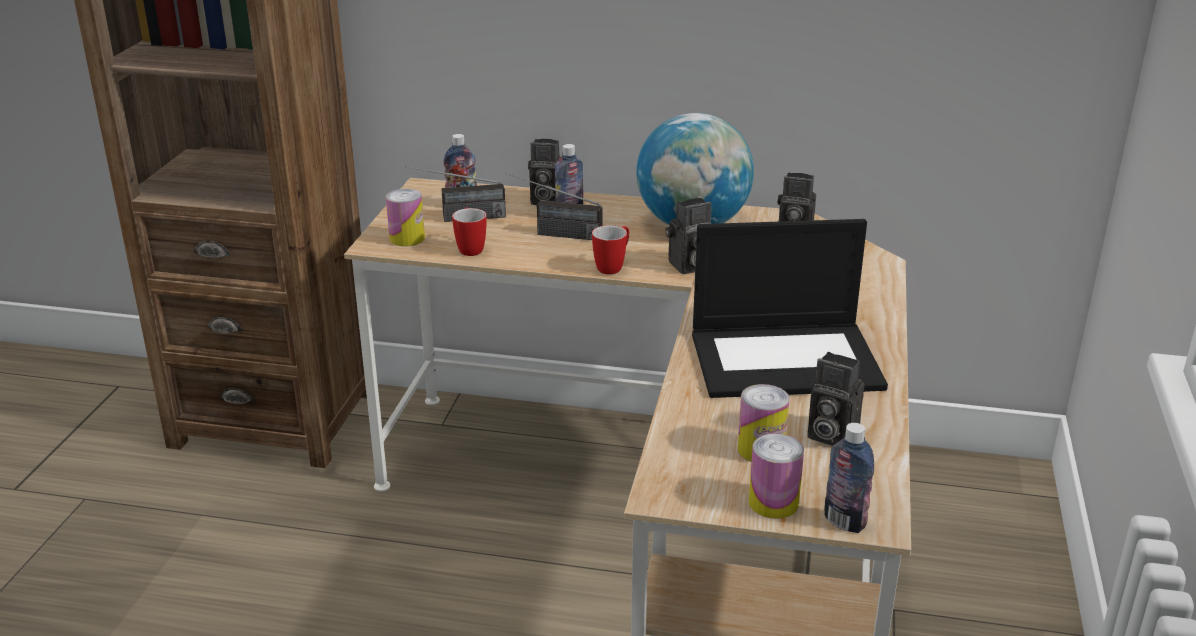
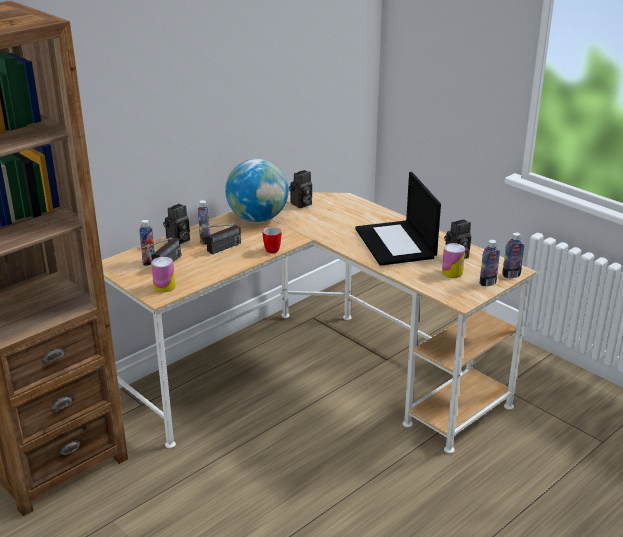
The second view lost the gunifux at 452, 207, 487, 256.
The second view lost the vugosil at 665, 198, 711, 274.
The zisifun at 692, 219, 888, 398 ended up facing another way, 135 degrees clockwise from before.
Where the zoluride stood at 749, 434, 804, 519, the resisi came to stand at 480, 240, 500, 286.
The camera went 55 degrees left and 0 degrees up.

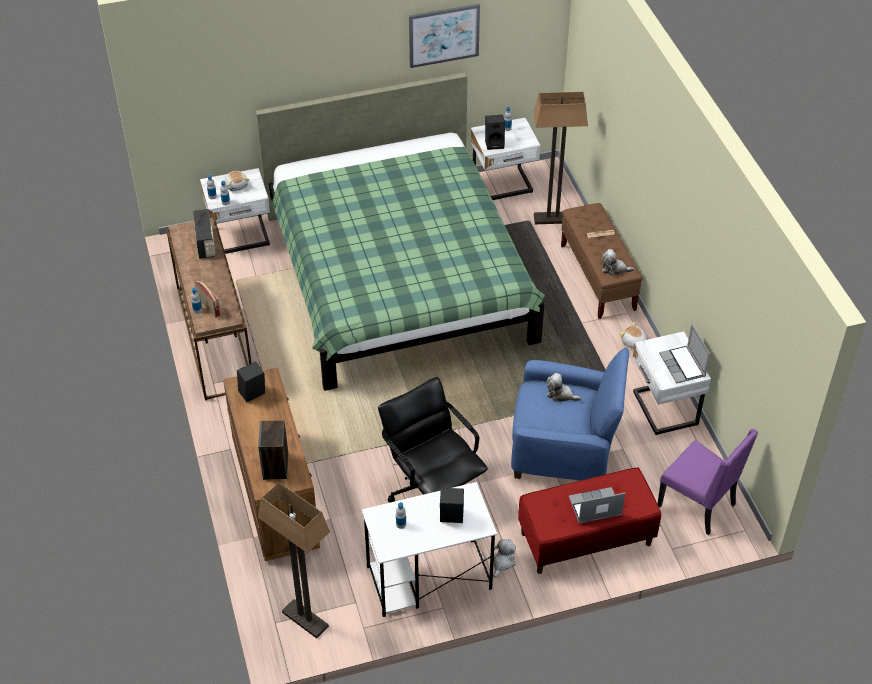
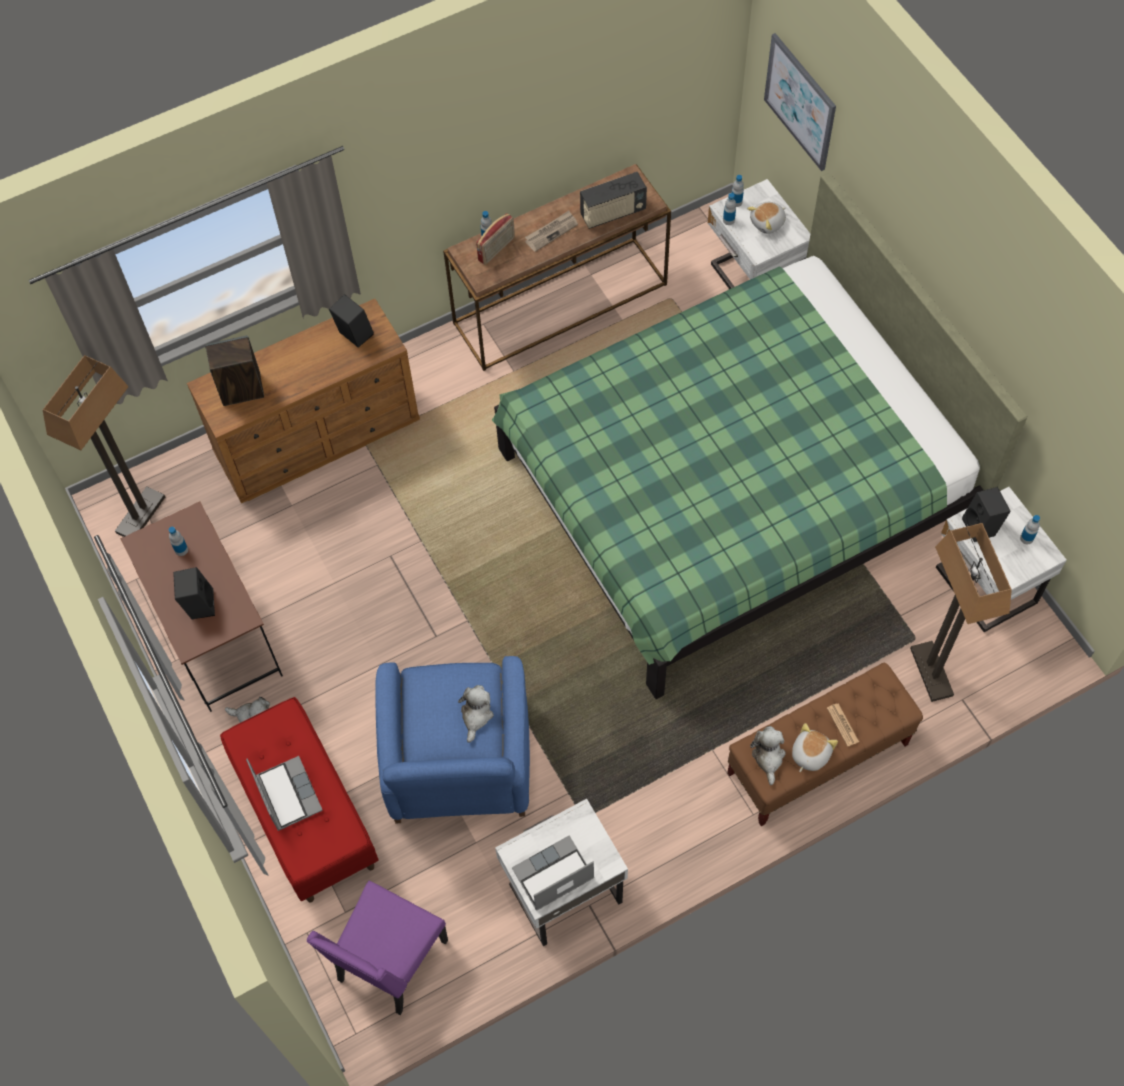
What was the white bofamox at 362, 482, 497, 617 turned into the brown bofamox at 121, 502, 283, 712.
The second view lost the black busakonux at 378, 377, 488, 503.
The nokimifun ended up elsewhere, having gone from 409, 4, 480, 68 to 764, 33, 836, 171.
The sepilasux ended up elsewhere, having gone from 619, 322, 647, 349 to 792, 723, 838, 772.
The second view gained the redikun at 525, 211, 578, 252.
The camera went 80 degrees right and 15 degrees up.

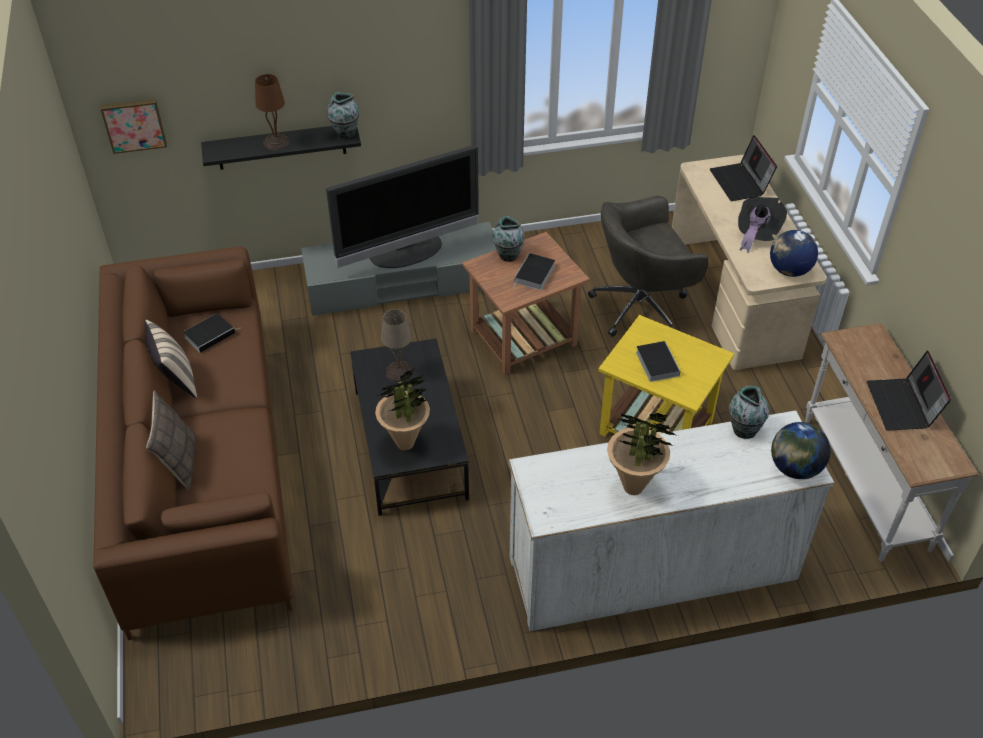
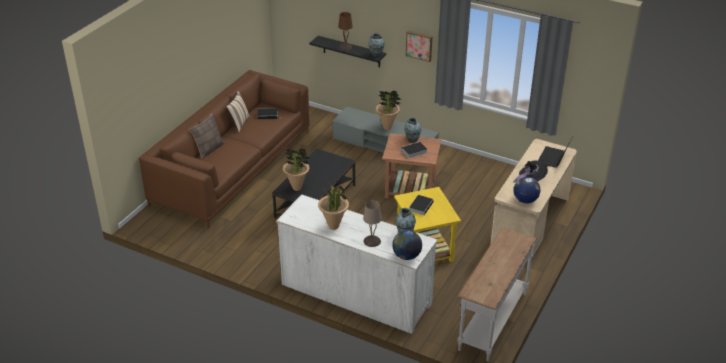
The nokimifun ended up elsewhere, having gone from 100, 99, 167, 154 to 406, 31, 432, 62.
Where the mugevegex stood at 326, 144, 479, 269, the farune came to stand at 376, 91, 402, 130.
The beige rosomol ended up elsewhere, having gone from 381, 309, 413, 382 to 363, 200, 382, 247.
The second view lost the grey busakonux at 588, 196, 708, 337.
The second view lost the zisifun at 867, 350, 951, 431.
The camera went 40 degrees right and 10 degrees down.

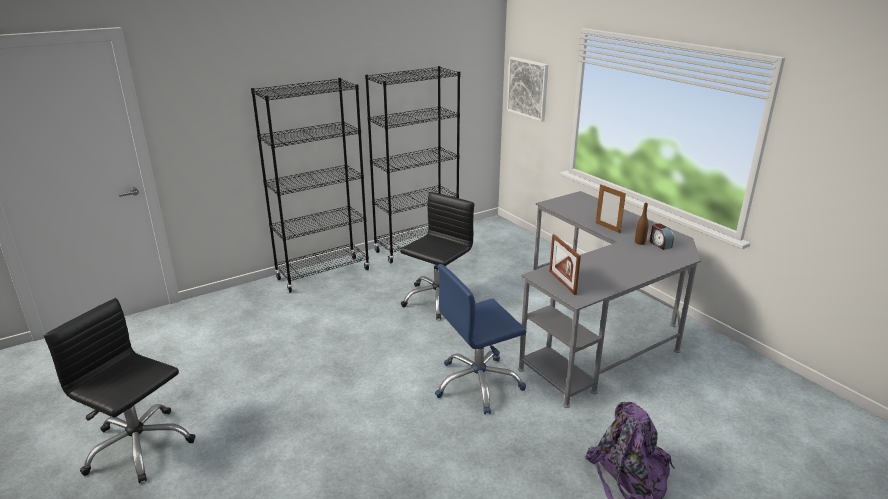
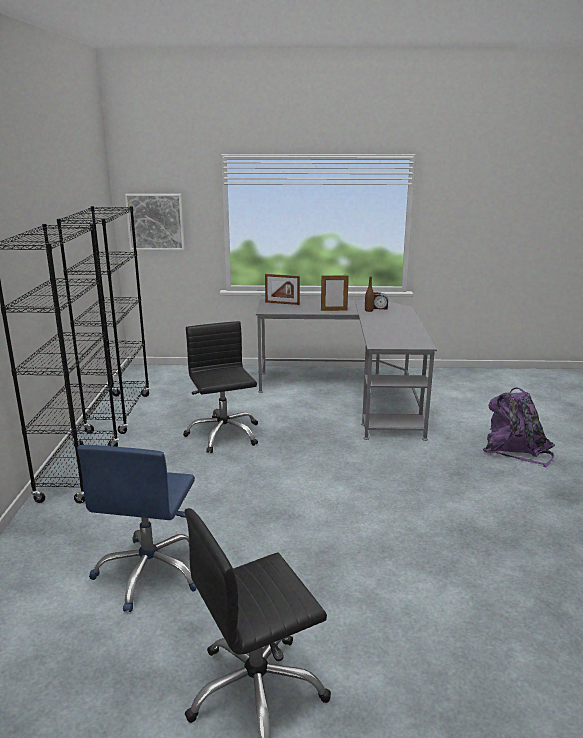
The blue busakonux ended up elsewhere, having gone from 435, 264, 526, 414 to 77, 445, 197, 612.
The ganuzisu ended up elsewhere, having gone from 549, 234, 581, 295 to 265, 274, 300, 305.
The camera went 55 degrees left and 5 degrees down.

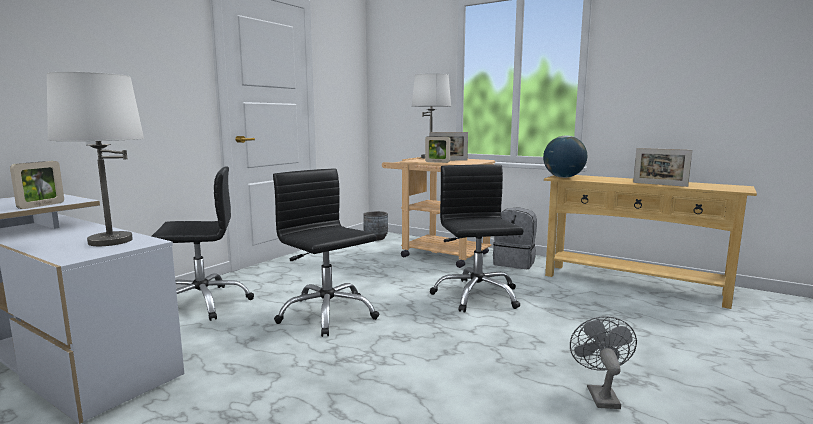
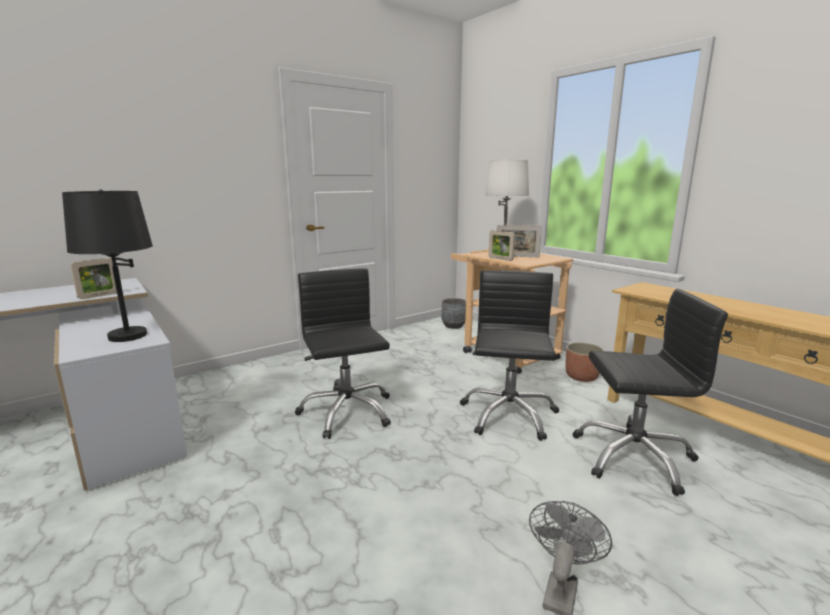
What was the white rosomol at 47, 72, 144, 246 turned into the black rosomol at 62, 189, 153, 342.
The black busakonux ended up elsewhere, having gone from 152, 166, 254, 321 to 572, 289, 728, 496.
Where the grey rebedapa stood at 493, 207, 537, 269, the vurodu came to stand at 566, 343, 604, 382.
The second view lost the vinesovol at 543, 136, 587, 178.
The second view lost the ganuzisu at 633, 148, 692, 187.
The camera went 20 degrees right and 5 degrees up.

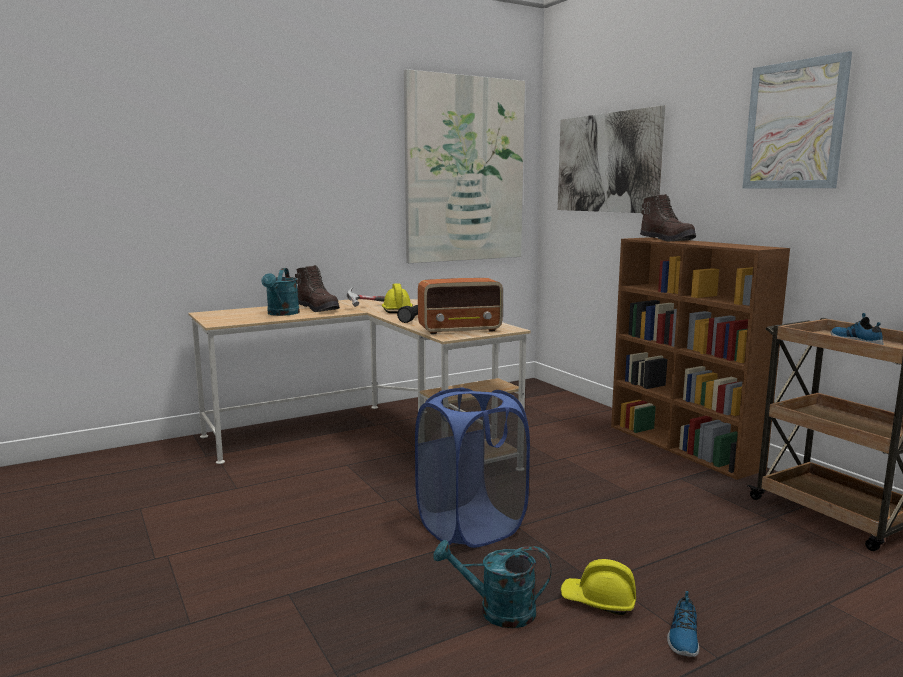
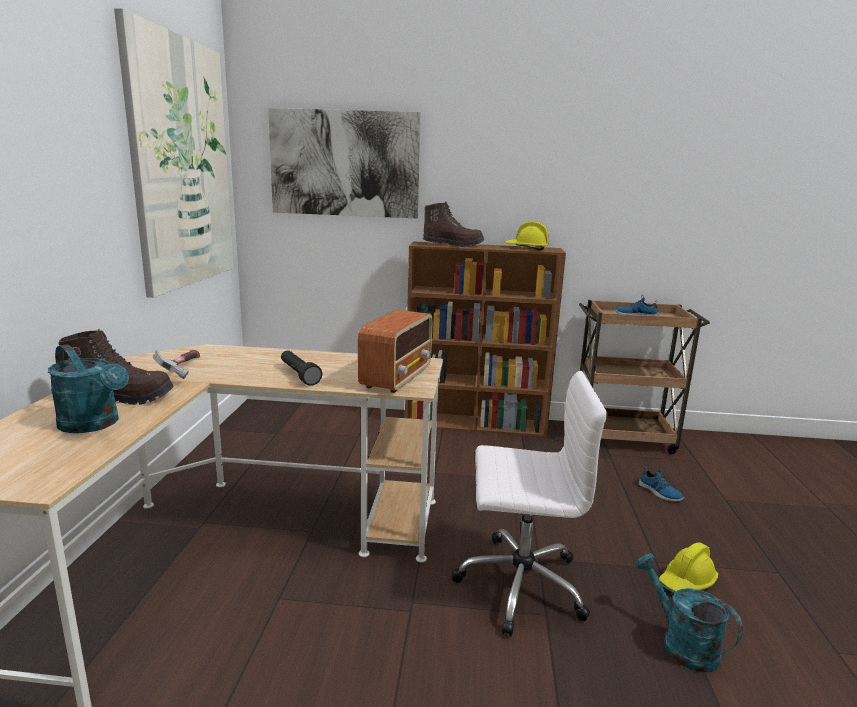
The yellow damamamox ended up elsewhere, having gone from 382, 284, 413, 313 to 504, 221, 549, 251.
Where the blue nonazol stood at 415, 388, 530, 548, the white busakonux came to stand at 452, 371, 607, 637.
The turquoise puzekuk at 433, 540, 551, 628 ended up facing another way, 105 degrees clockwise from before.
The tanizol ended up elsewhere, having gone from 667, 591, 699, 657 to 639, 466, 685, 501.
The second view lost the nokimifun at 742, 51, 852, 189.
The camera went 55 degrees left and 5 degrees up.

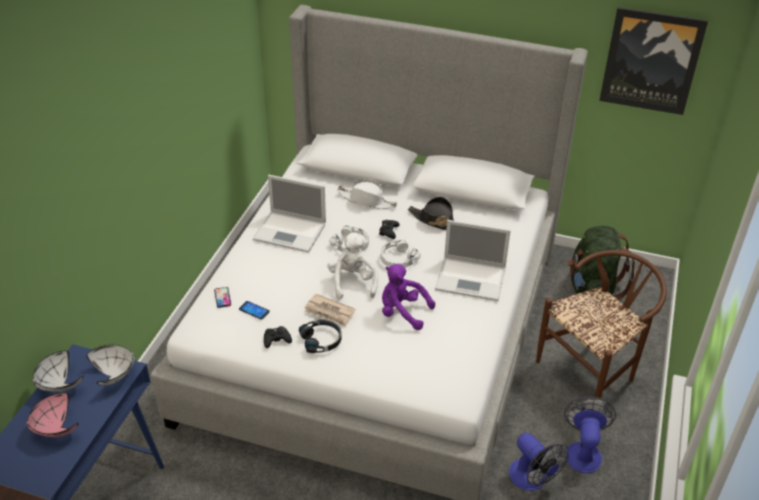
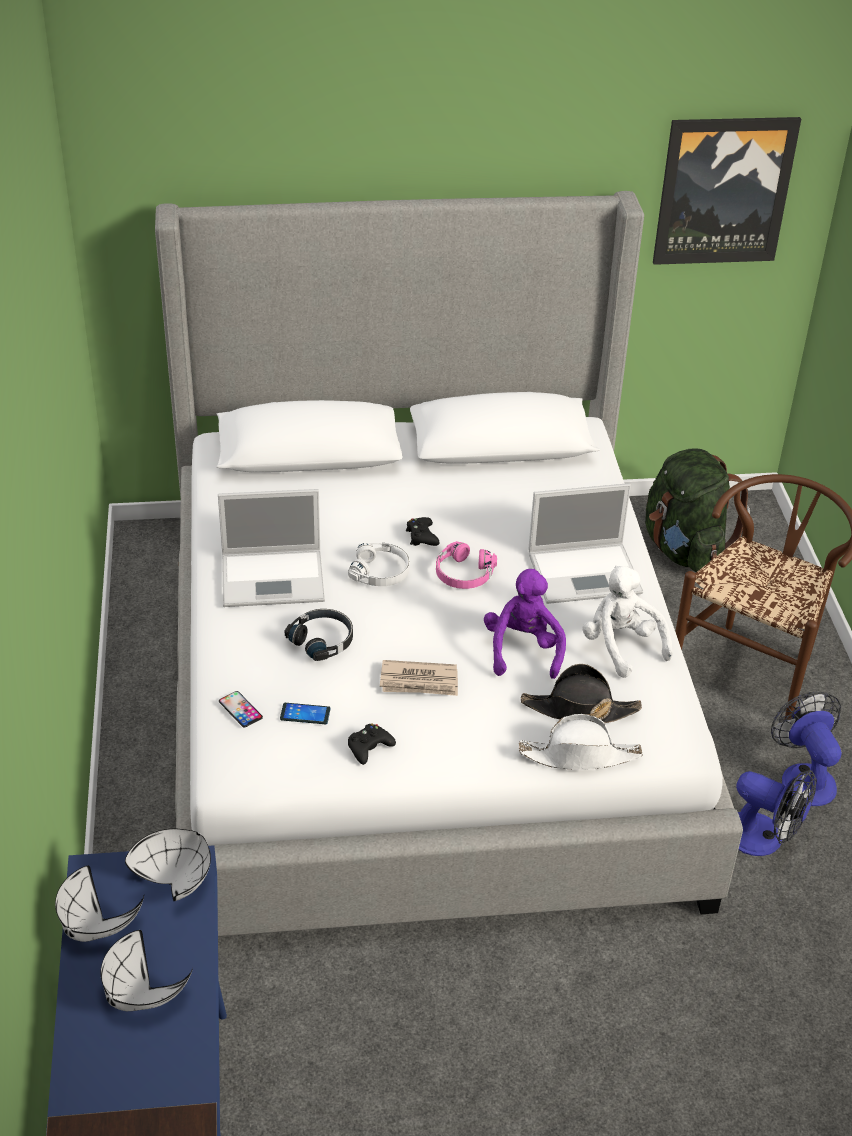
What was the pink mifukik at 27, 393, 79, 437 turned into the white mifukik at 101, 930, 193, 1011.
The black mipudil ended up elsewhere, having gone from 299, 319, 342, 353 to 285, 609, 353, 661.
The white sepilasux ended up elsewhere, having gone from 327, 233, 378, 299 to 582, 566, 673, 678.
The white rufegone ended up elsewhere, having gone from 337, 179, 397, 209 to 519, 714, 642, 770.
What was the white mipudil at 380, 239, 421, 267 turned into the pink mipudil at 436, 541, 497, 589.
The purple sepilasux at 382, 264, 435, 330 ended up facing another way, 90 degrees clockwise from before.
The black rufegone ended up elsewhere, having gone from 408, 197, 455, 230 to 521, 664, 642, 723.
The camera went 25 degrees left and 0 degrees up.

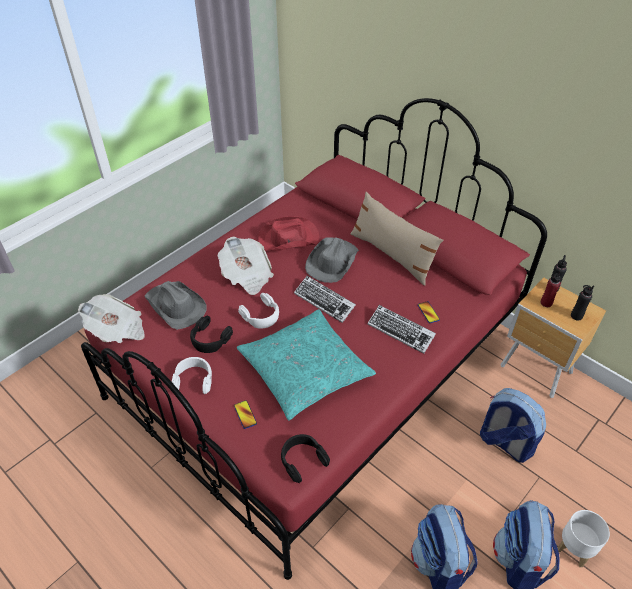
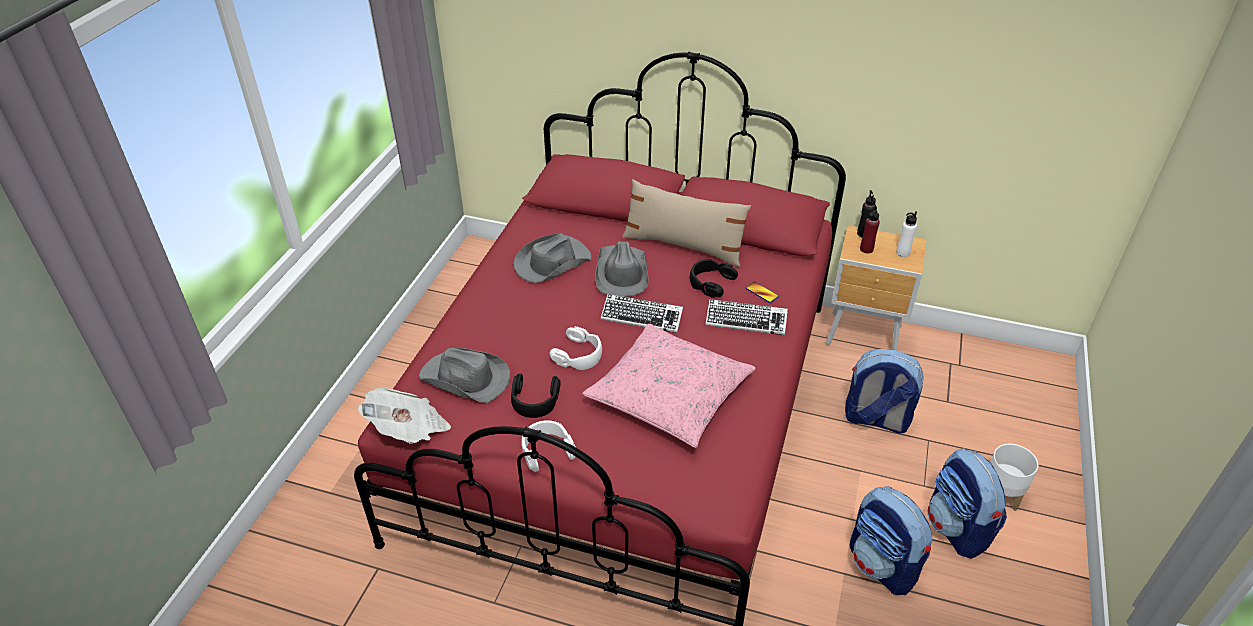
The second view lost the redikun at 218, 236, 274, 295.
The second view lost the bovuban at 234, 400, 257, 429.
What was the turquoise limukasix at 237, 309, 376, 421 turned into the pink limukasix at 583, 324, 755, 448.
What was the red rufegone at 258, 216, 319, 251 turned into the grey rufegone at 513, 234, 592, 283.
The black mipudil ended up elsewhere, having gone from 281, 434, 330, 483 to 690, 259, 738, 298.
What was the black resisi at 571, 285, 594, 321 turned into the white resisi at 896, 211, 917, 257.
The camera went 25 degrees left and 5 degrees down.

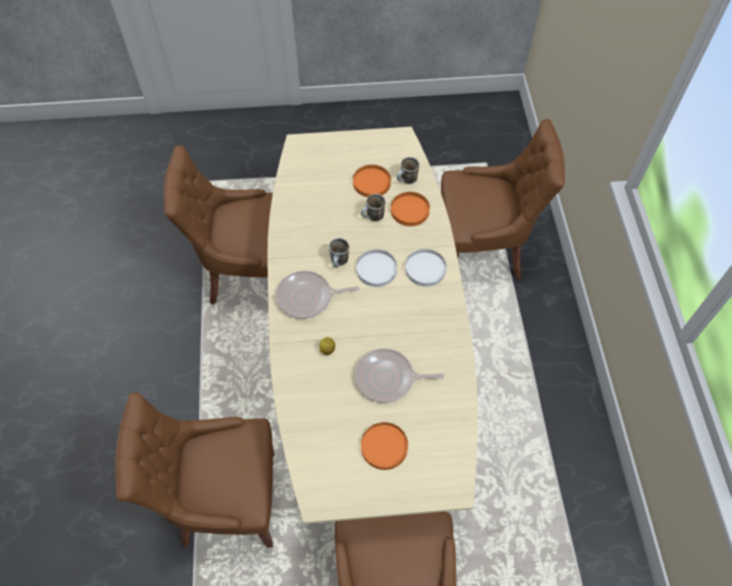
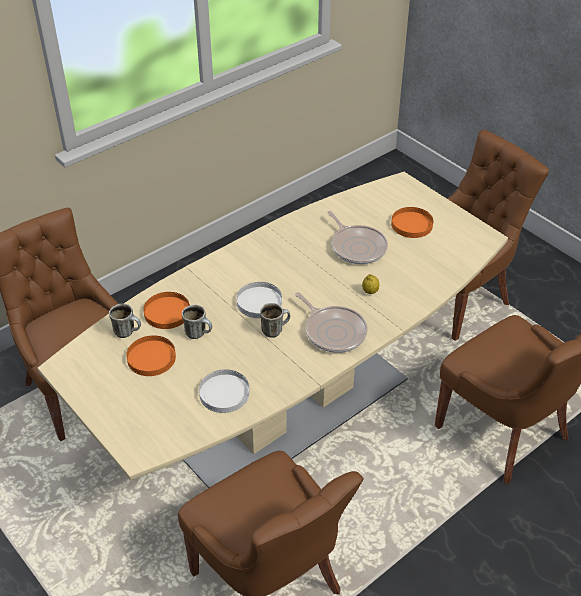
The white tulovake ended up elsewhere, having gone from 405, 249, 447, 287 to 199, 369, 250, 413.
The camera went 125 degrees left and 15 degrees down.

